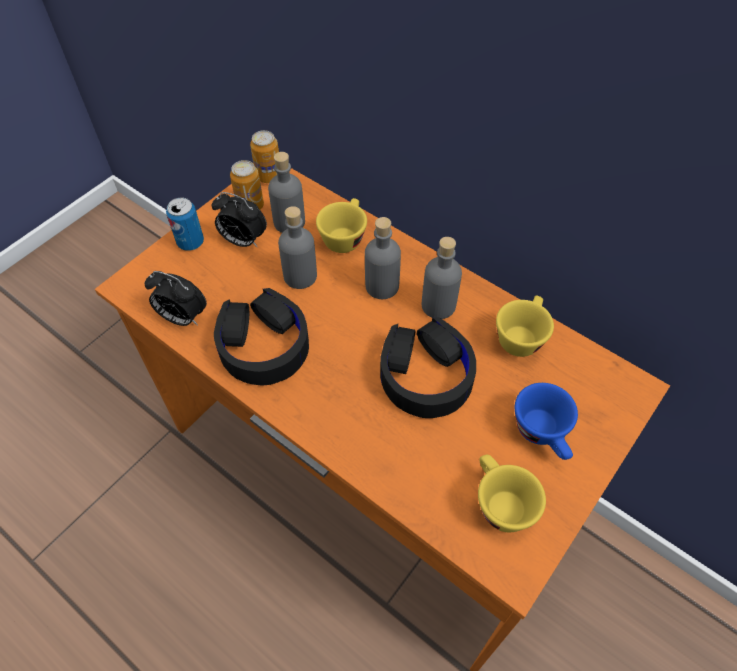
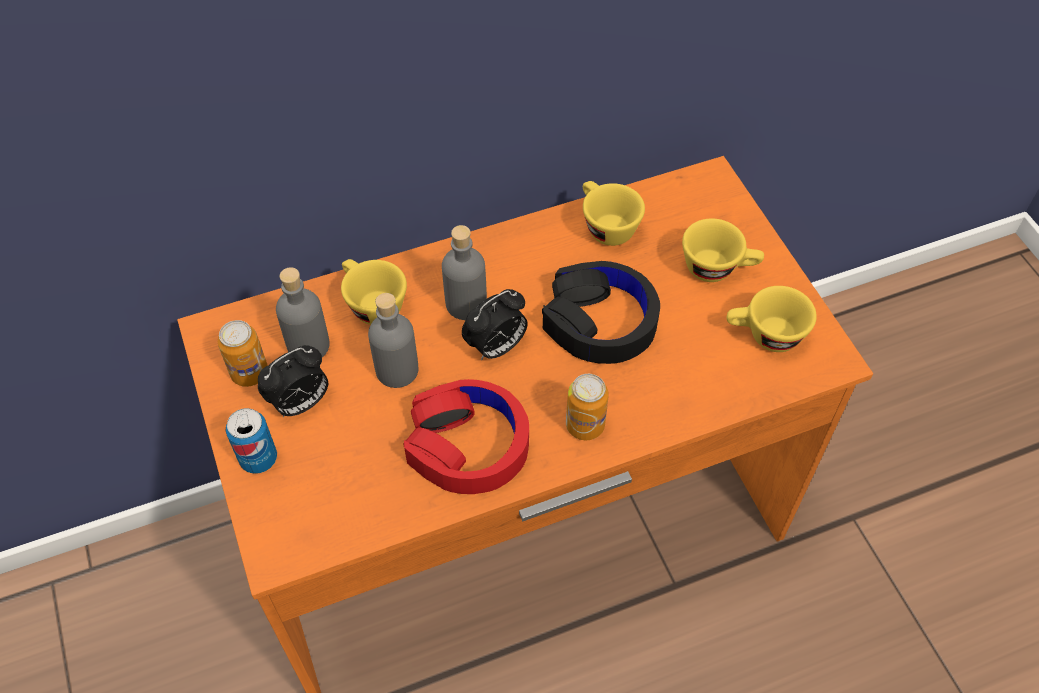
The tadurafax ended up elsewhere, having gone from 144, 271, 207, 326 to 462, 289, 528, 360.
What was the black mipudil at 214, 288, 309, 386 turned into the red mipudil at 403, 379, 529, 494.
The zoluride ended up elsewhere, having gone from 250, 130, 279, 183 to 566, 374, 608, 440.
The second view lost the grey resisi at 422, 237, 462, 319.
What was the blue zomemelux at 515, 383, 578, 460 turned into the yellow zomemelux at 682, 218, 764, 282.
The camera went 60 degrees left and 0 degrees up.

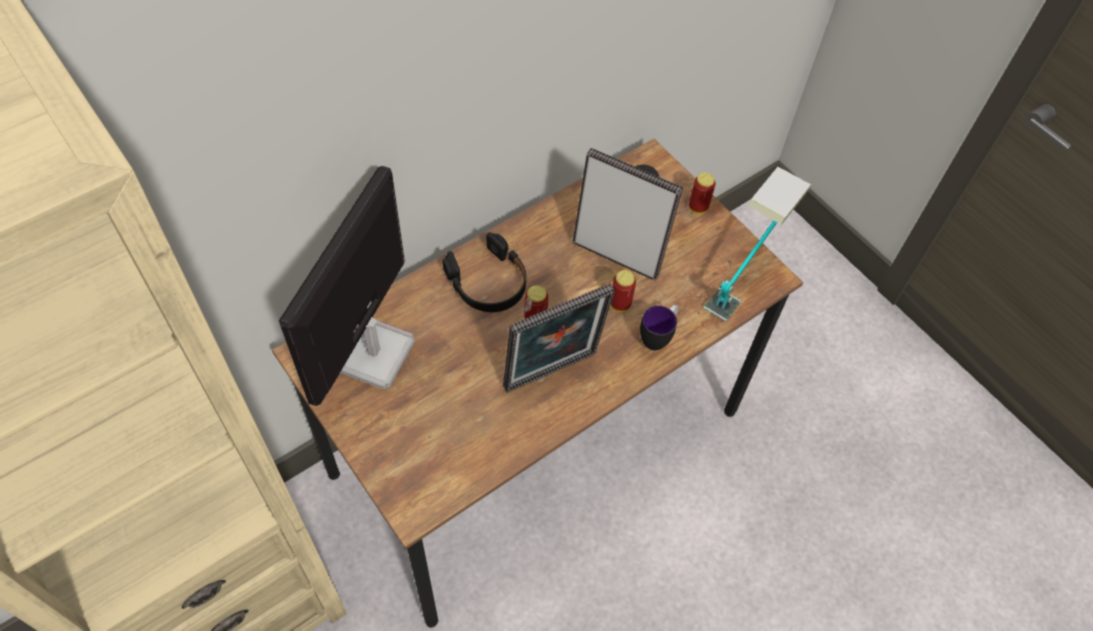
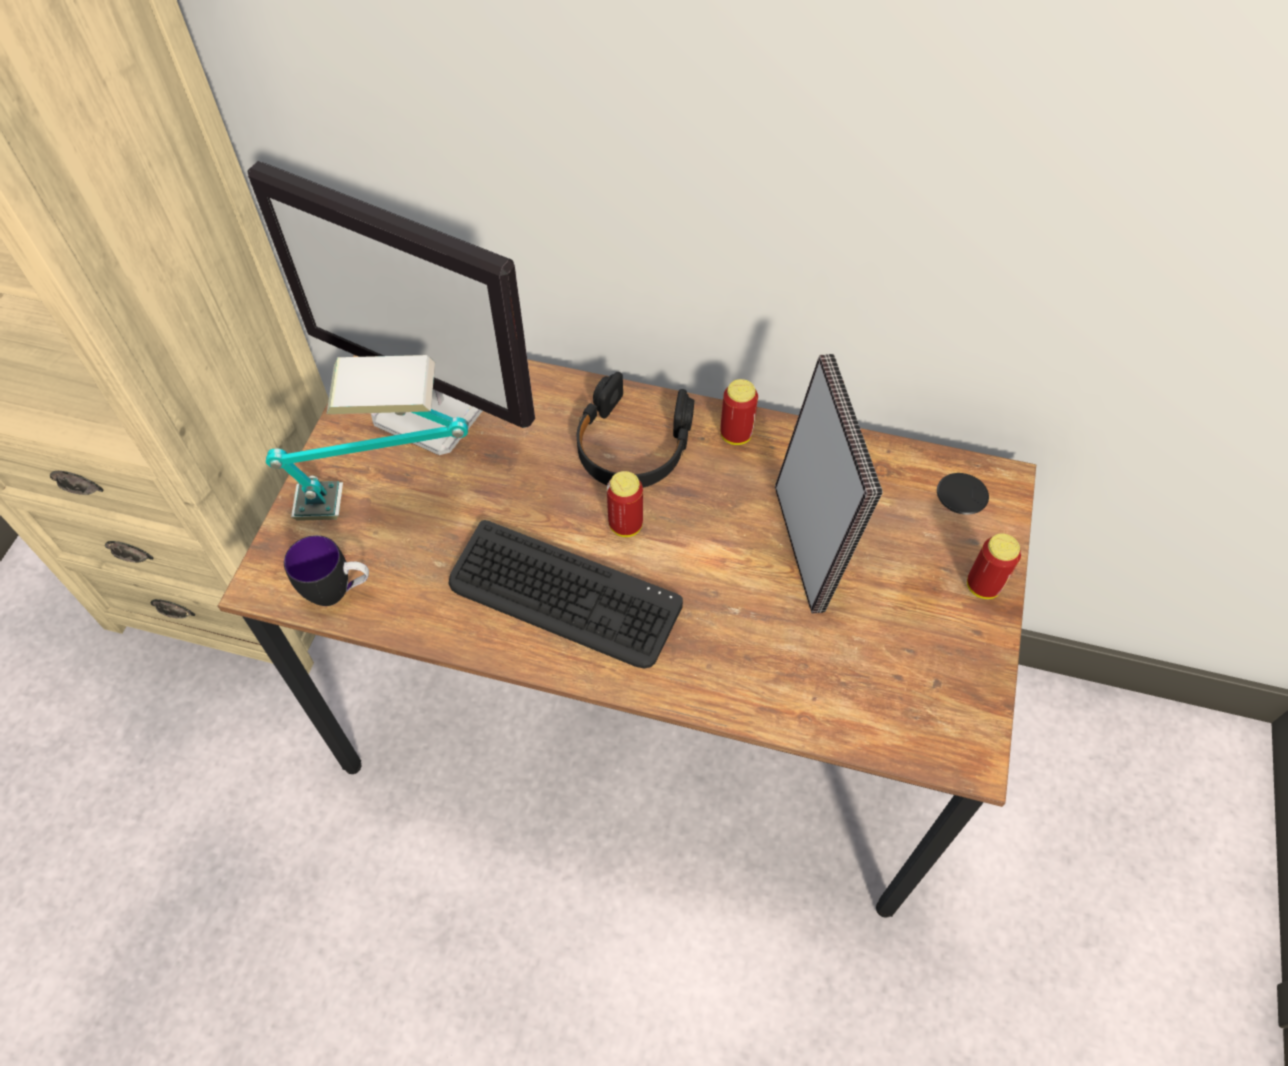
The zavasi at 279, 166, 415, 406 ended up facing another way, 135 degrees counterclockwise from before.
Where the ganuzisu stood at 503, 284, 614, 393, the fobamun came to stand at 449, 520, 683, 668.
The zoluride ended up elsewhere, having gone from 611, 270, 636, 312 to 720, 379, 758, 445.
The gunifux ended up elsewhere, having gone from 640, 305, 679, 350 to 284, 535, 369, 606.
The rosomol ended up elsewhere, having gone from 704, 167, 811, 322 to 266, 355, 468, 521.
The camera went 55 degrees right and 0 degrees up.

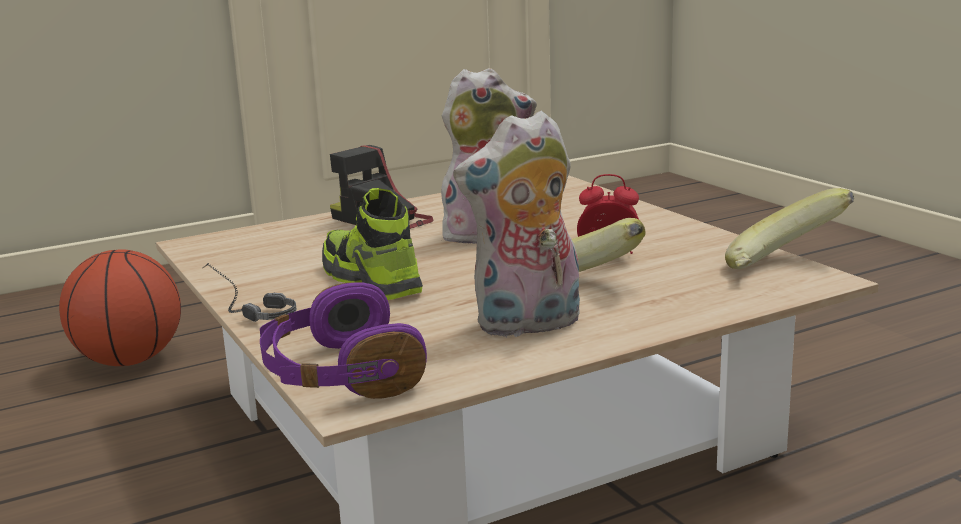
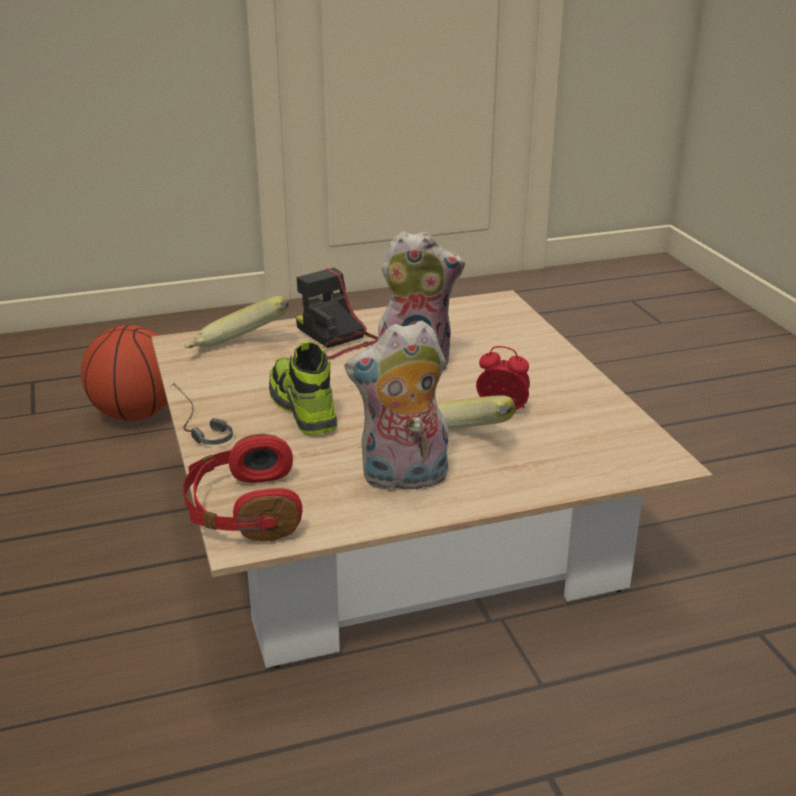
What was the purple mipudil at 260, 282, 427, 399 turned into the red mipudil at 183, 434, 302, 542.
The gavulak ended up elsewhere, having gone from 725, 188, 854, 269 to 184, 296, 289, 348.
The camera went 10 degrees right and 10 degrees up.

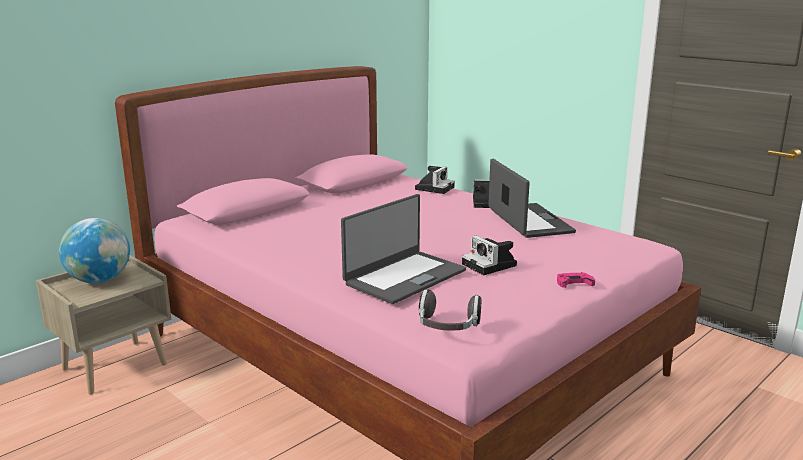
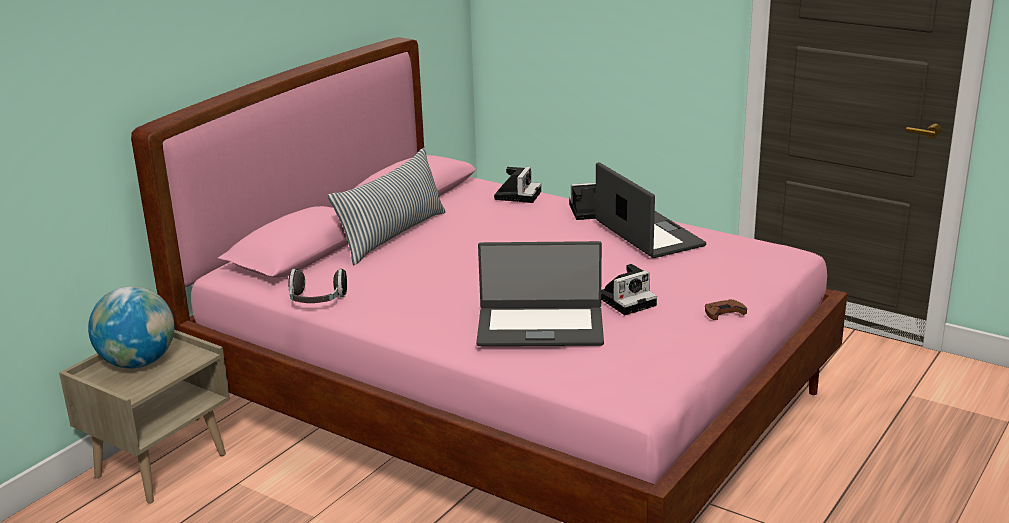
The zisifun at 341, 194, 466, 304 ended up facing another way, 60 degrees clockwise from before.
The mipudil ended up elsewhere, having gone from 418, 290, 481, 330 to 288, 268, 347, 303.
The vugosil at 462, 236, 517, 275 ended up facing another way, 75 degrees counterclockwise from before.
What was the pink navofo at 557, 272, 595, 288 turned into the brown navofo at 705, 299, 747, 320.
The second view gained the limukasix at 328, 148, 446, 265.
The camera went 10 degrees left and 5 degrees up.

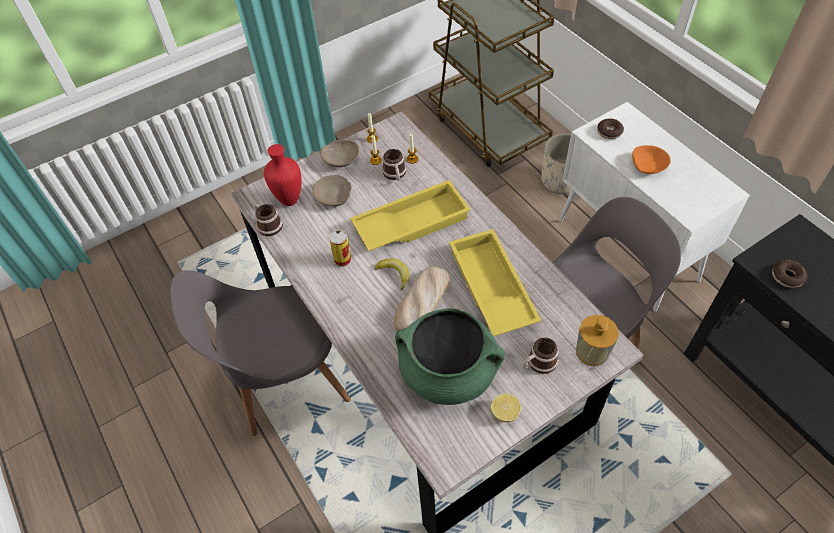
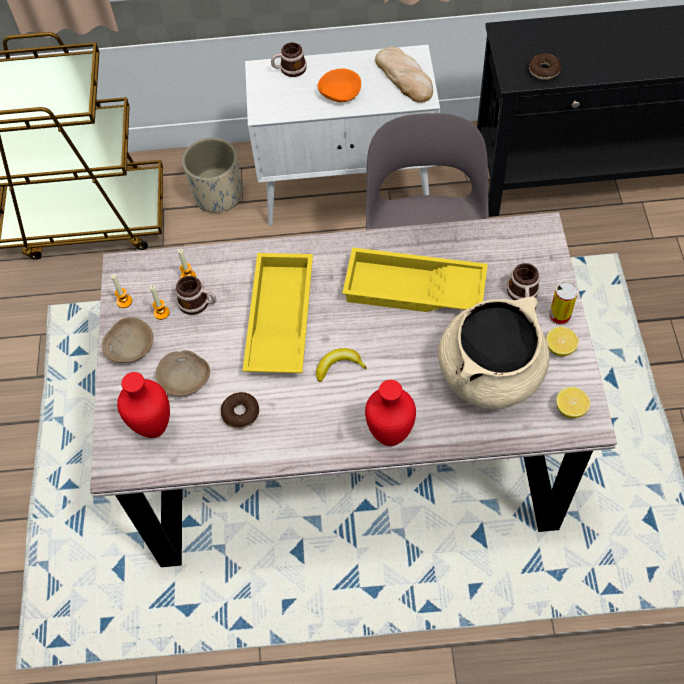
The second view lost the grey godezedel at 170, 270, 351, 436.
The gunifux ended up elsewhere, having gone from 255, 204, 283, 236 to 271, 42, 307, 77.
The zoluride ended up elsewhere, having gone from 329, 230, 352, 267 to 549, 281, 578, 325.
The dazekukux ended up elsewhere, having gone from 394, 266, 450, 332 to 375, 47, 433, 103.
What was the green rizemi at 395, 308, 505, 405 turned into the beige rizemi at 438, 297, 549, 409.
The second view lost the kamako at 576, 315, 619, 366.
The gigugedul ended up elsewhere, having gone from 597, 118, 624, 139 to 221, 392, 259, 429.
The second view gained the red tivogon at 365, 380, 416, 446.
The second view gained the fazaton at 556, 387, 590, 418.
The camera went 60 degrees left and 5 degrees up.

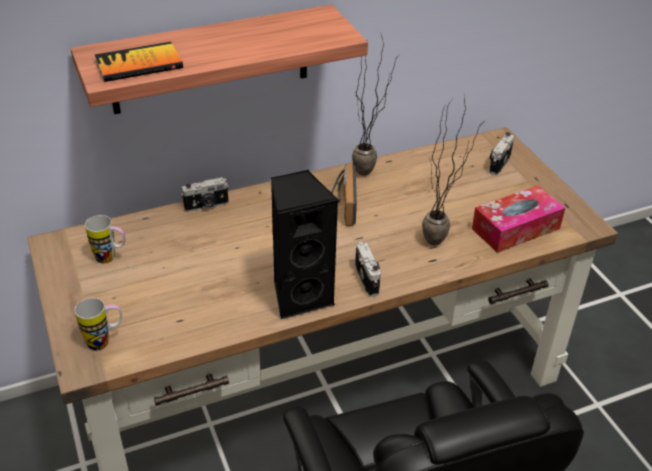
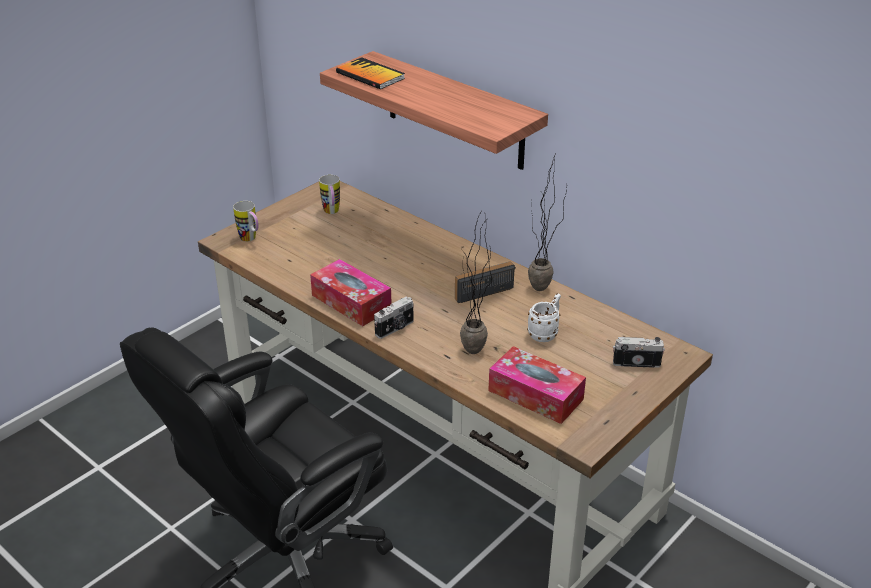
The second view lost the vugosil at 181, 177, 229, 212.
Where the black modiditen stood at 271, 170, 338, 319, the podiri came to stand at 310, 259, 391, 326.
The second view gained the white gunifux at 527, 293, 561, 342.
The camera went 65 degrees right and 5 degrees down.

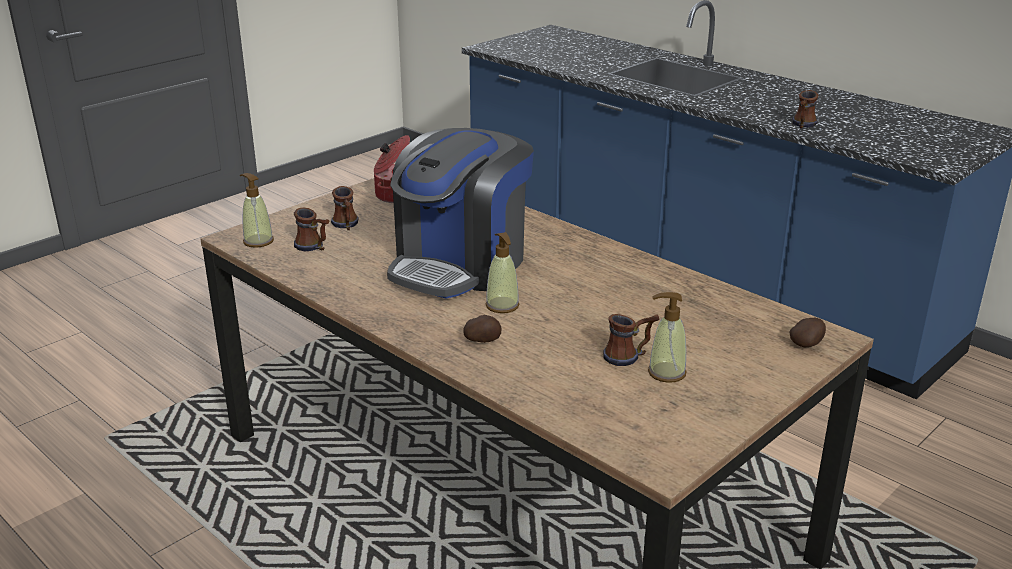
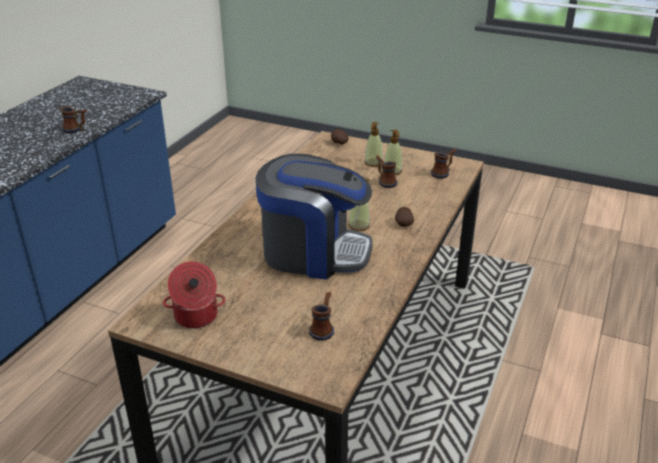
The kamako ended up elsewhere, having gone from 240, 173, 274, 248 to 364, 122, 383, 167.
The gunifux ended up elsewhere, having gone from 331, 186, 359, 230 to 431, 149, 457, 179.
The camera went 110 degrees left and 5 degrees up.

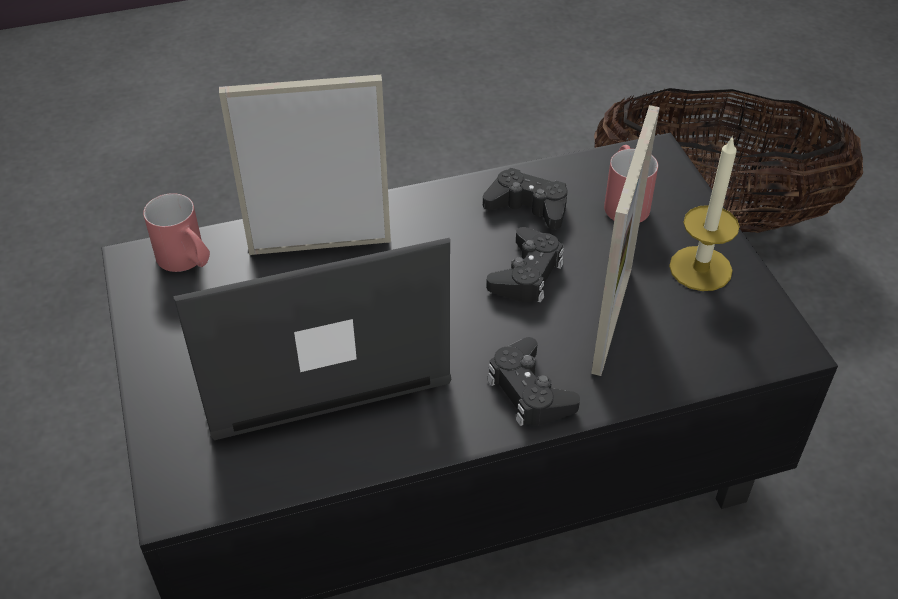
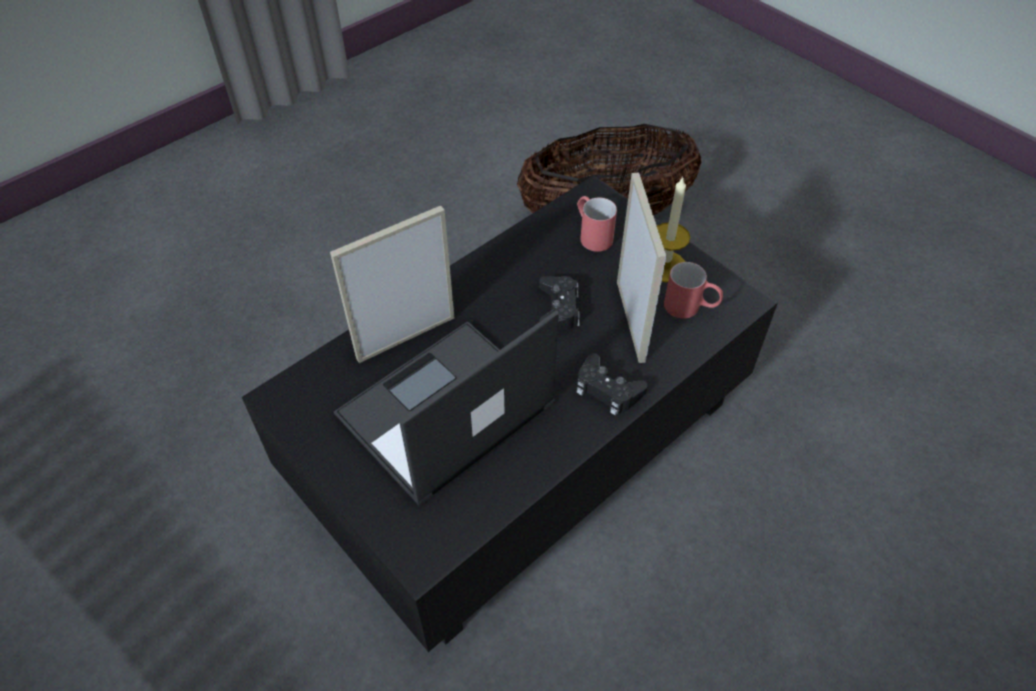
The red gunifux ended up elsewhere, having gone from 143, 193, 210, 272 to 664, 262, 723, 319.
The second view lost the black navofo at 483, 168, 568, 229.
The camera went 25 degrees left and 5 degrees up.

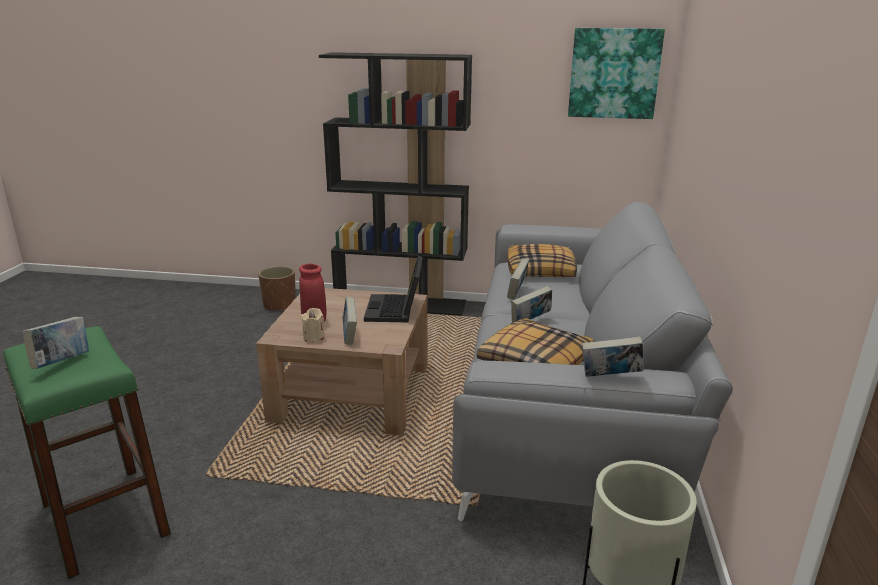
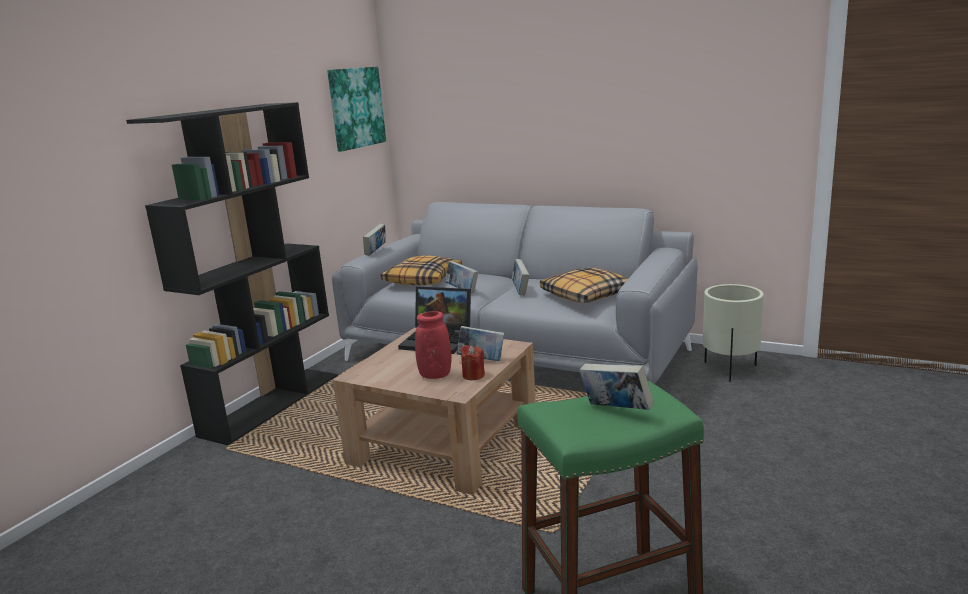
The second view lost the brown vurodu at 258, 266, 296, 311.
What was the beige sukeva at 301, 308, 325, 342 turned into the red sukeva at 461, 345, 485, 380.
The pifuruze ended up elsewhere, having gone from 582, 336, 644, 377 to 363, 223, 386, 256.
The camera went 70 degrees left and 5 degrees down.

